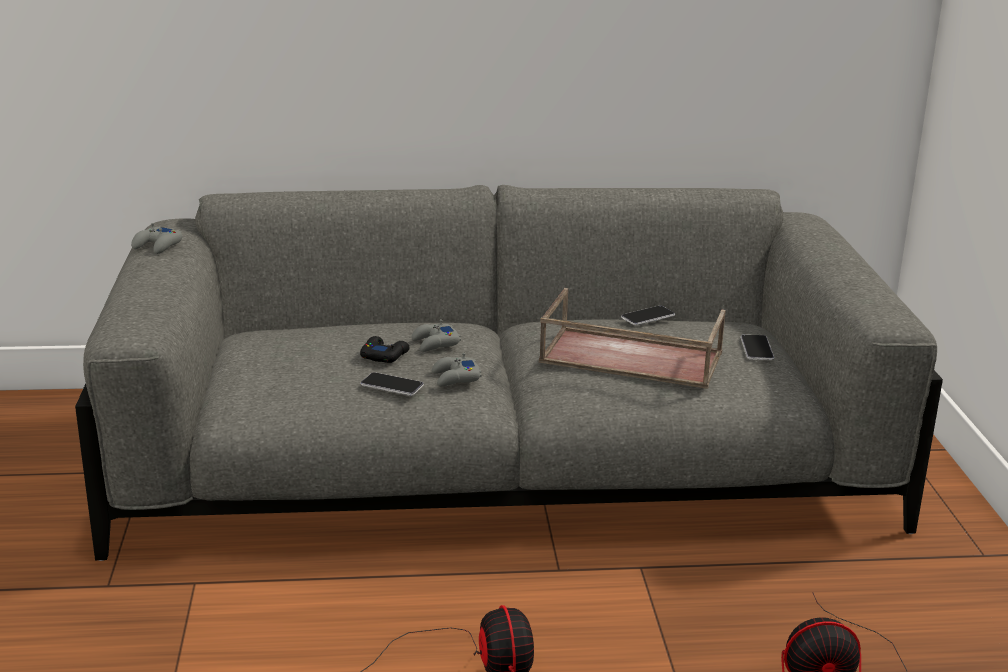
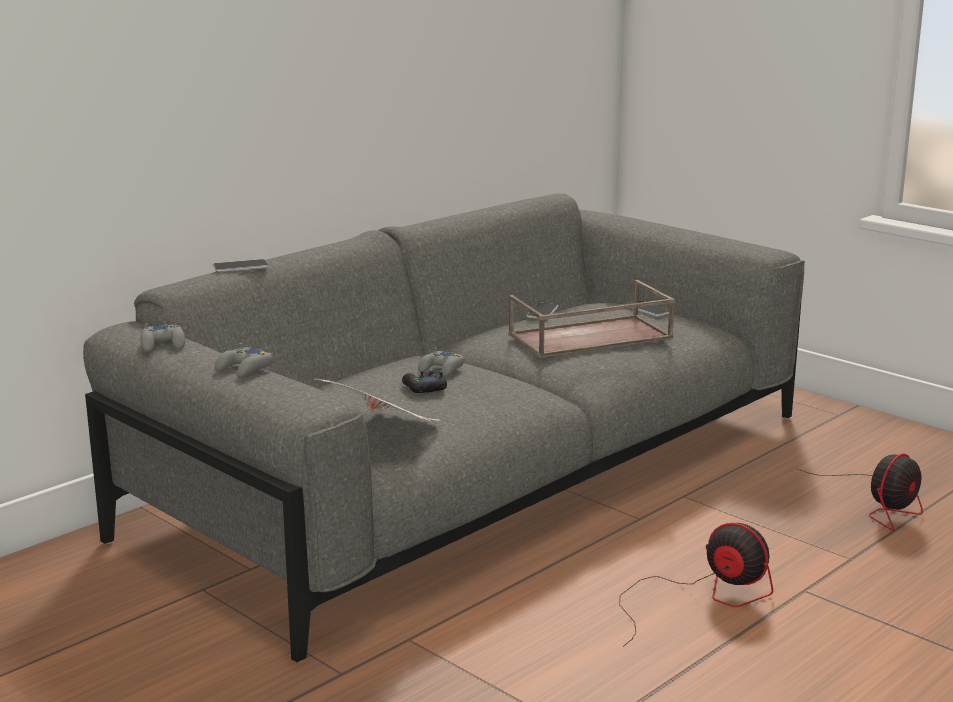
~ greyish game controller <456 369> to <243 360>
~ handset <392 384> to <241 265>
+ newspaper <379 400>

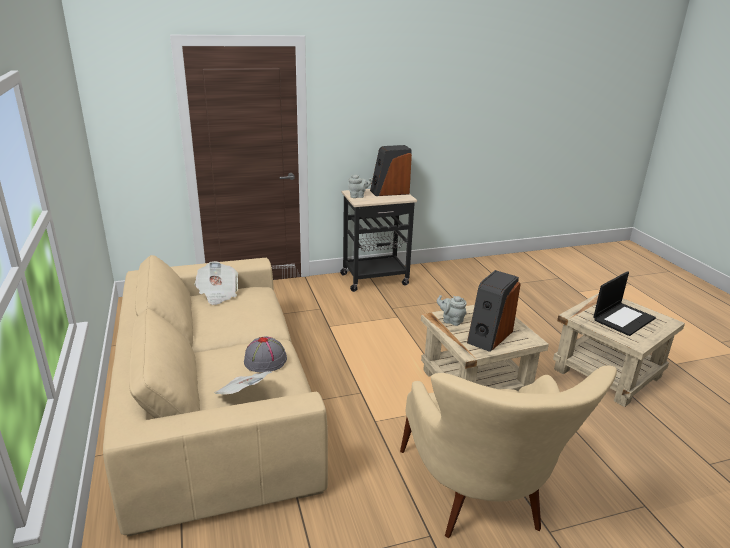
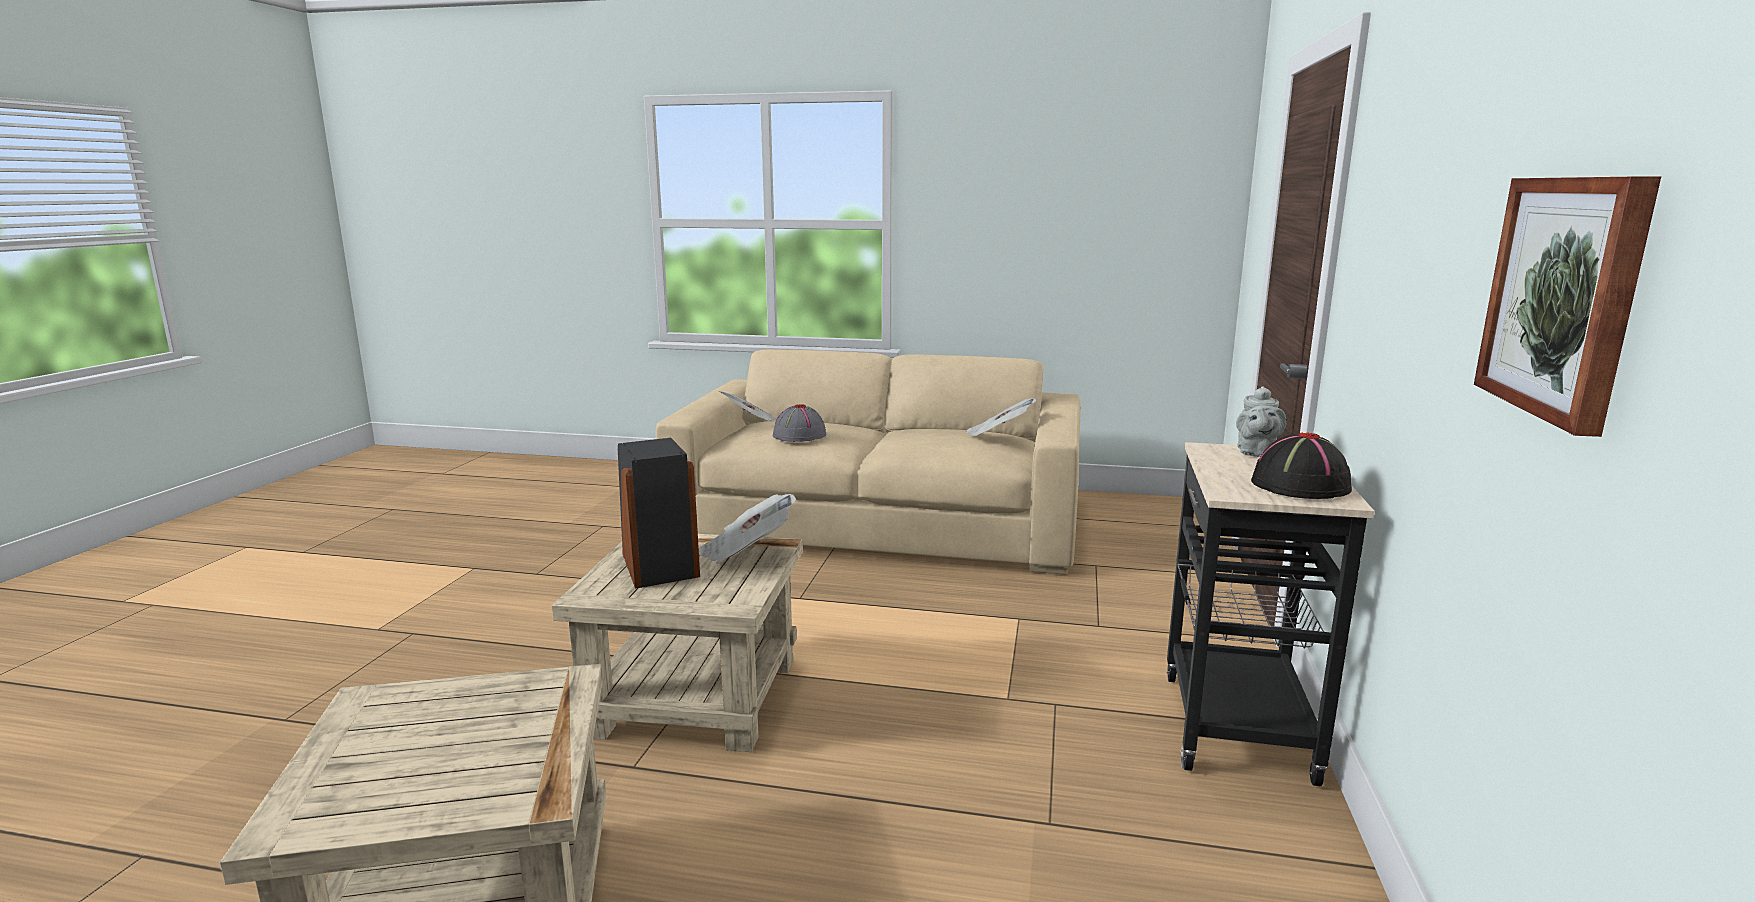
~ loudspeaker <391 170> to black wearable hat <1301 465>
- portable computer <624 303>
~ greyish teapot <452 310> to newspaper <747 529>
- sand-coloured armchair <508 451>
+ wall art <1567 307>

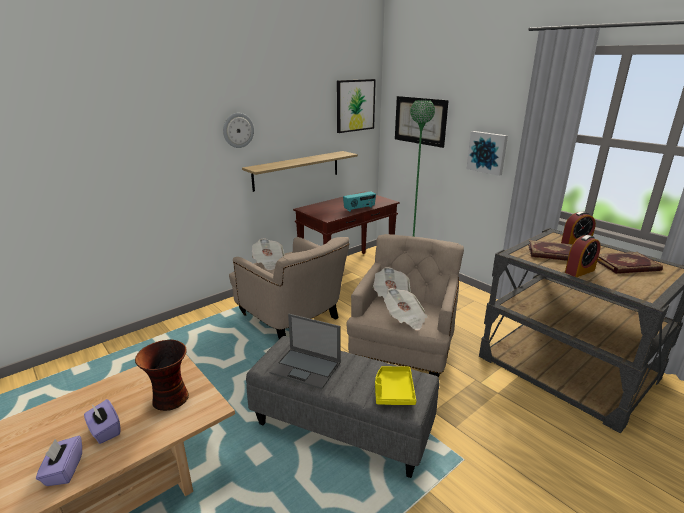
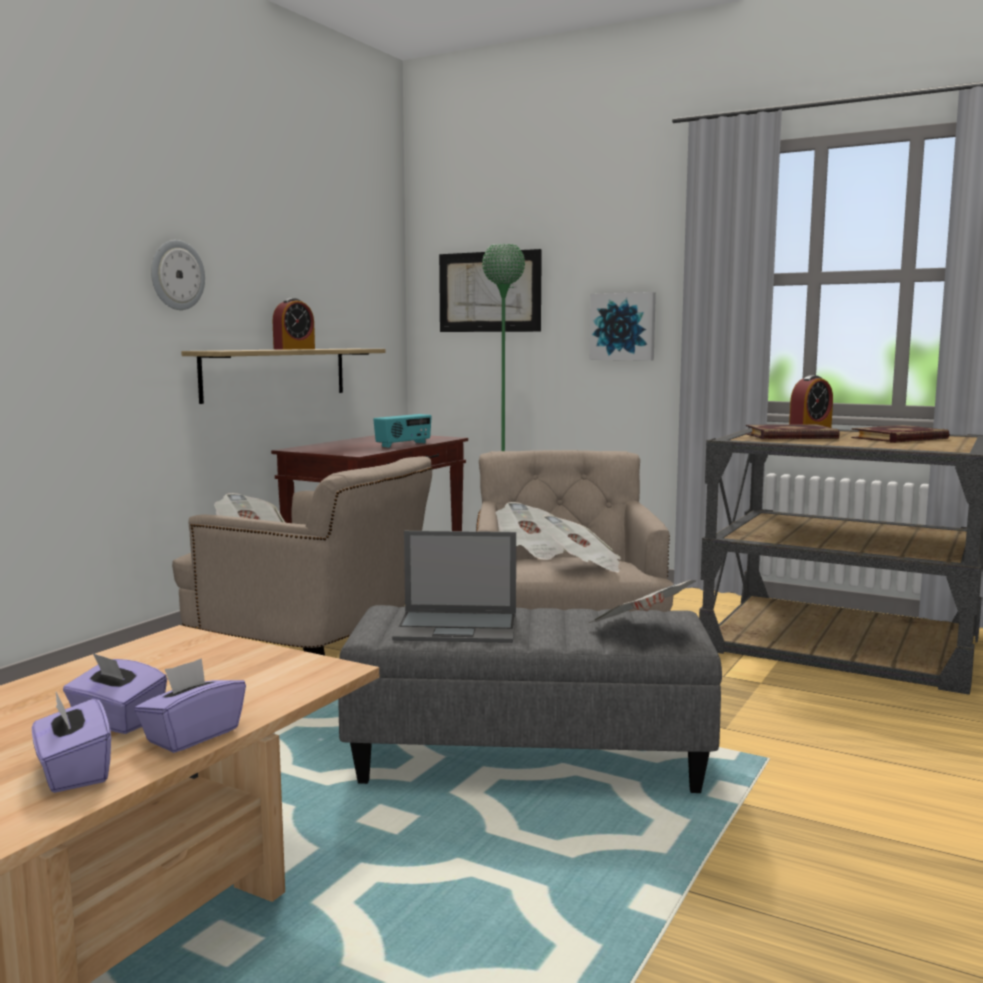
- wall art <356 106>
~ alarm clock <583 256> to <294 323>
- flower vase <162 375>
~ yellow tray <395 385> to newspaper <642 601>
+ purplish tissue holder <190 705>

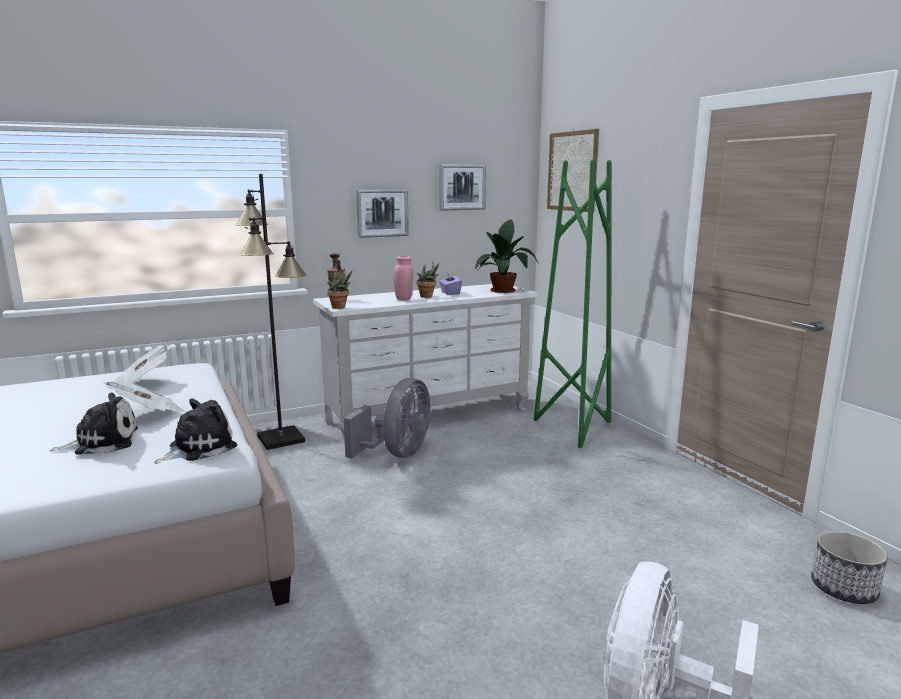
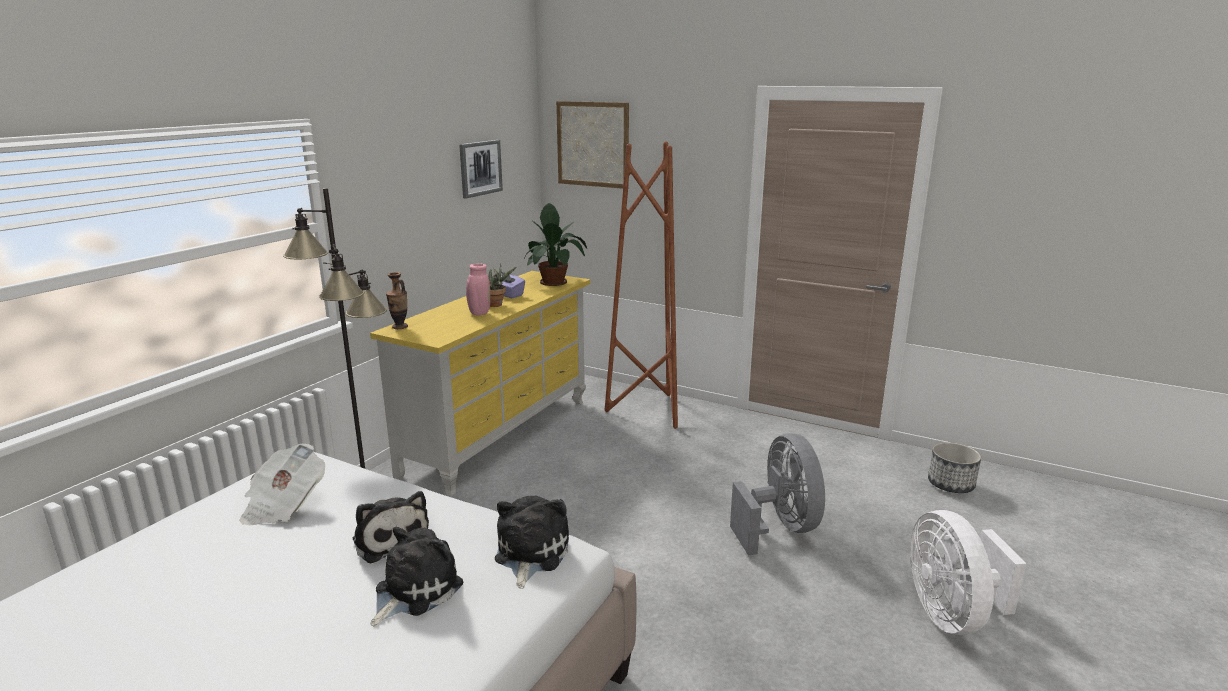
~ greenish clothes rack <573 303> to brown-coloured clothes rack <641 285>
- wall art <382 213>
- houseplant <339 288>
~ white-coloured drawer chest <425 363> to yellow drawer chest <480 383>
~ greyish electric fan <387 418> to <777 494>
~ newspaper <145 396> to cuddly toy <391 527>

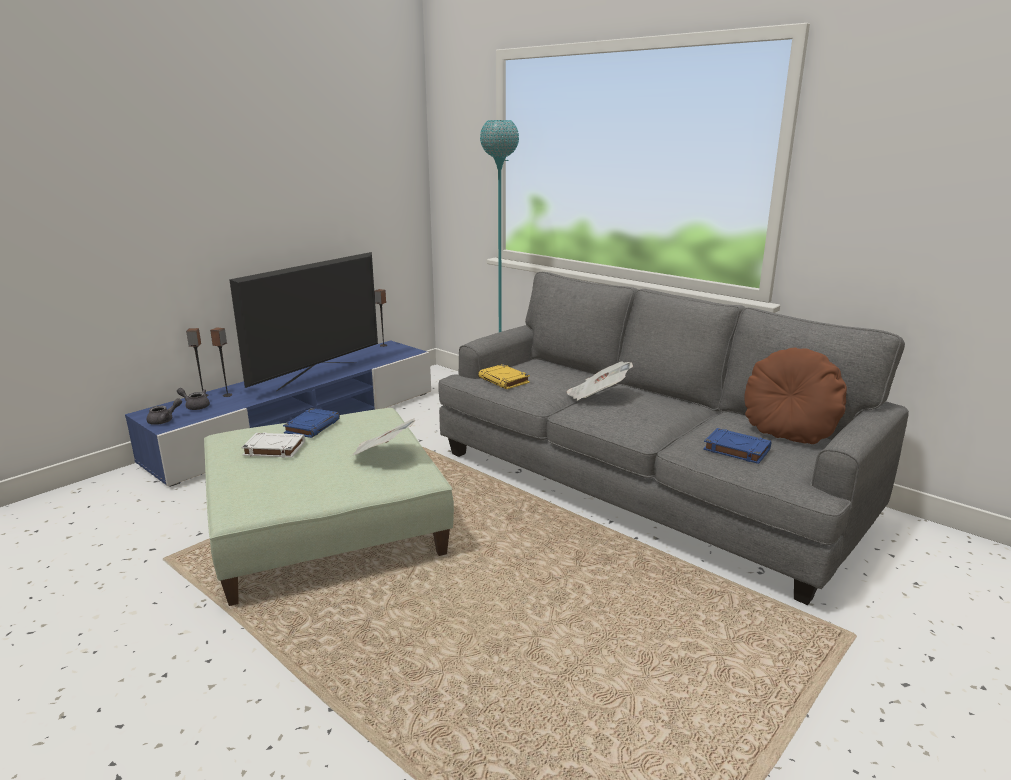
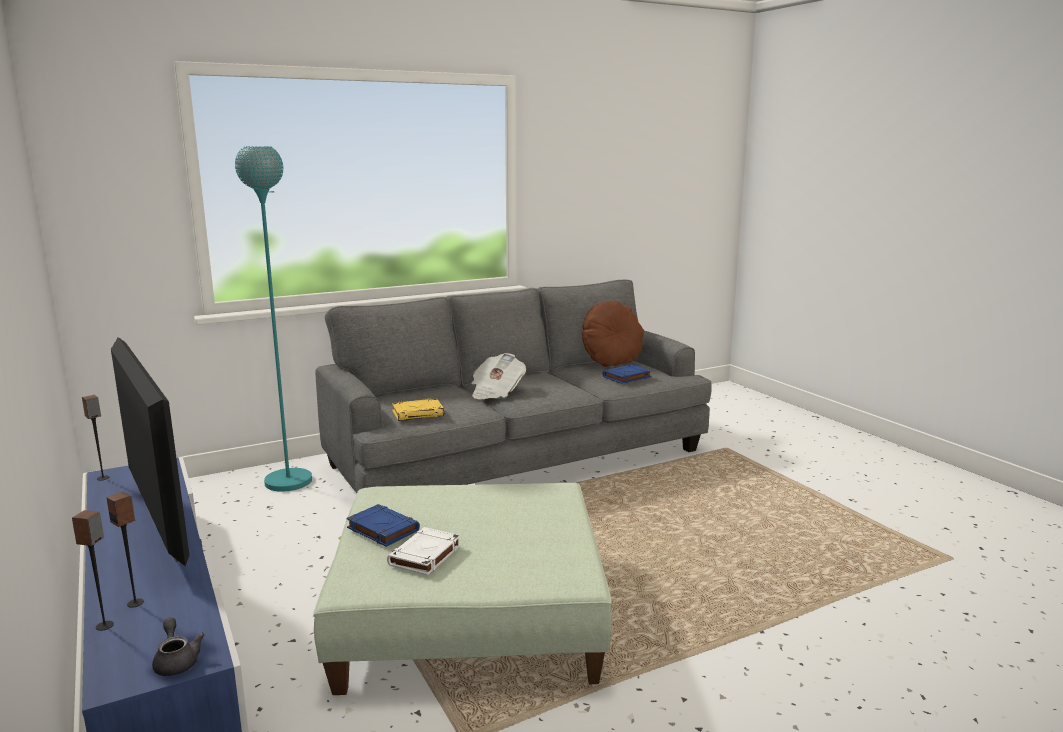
- greyish teapot <193 399>
- newspaper <382 438>

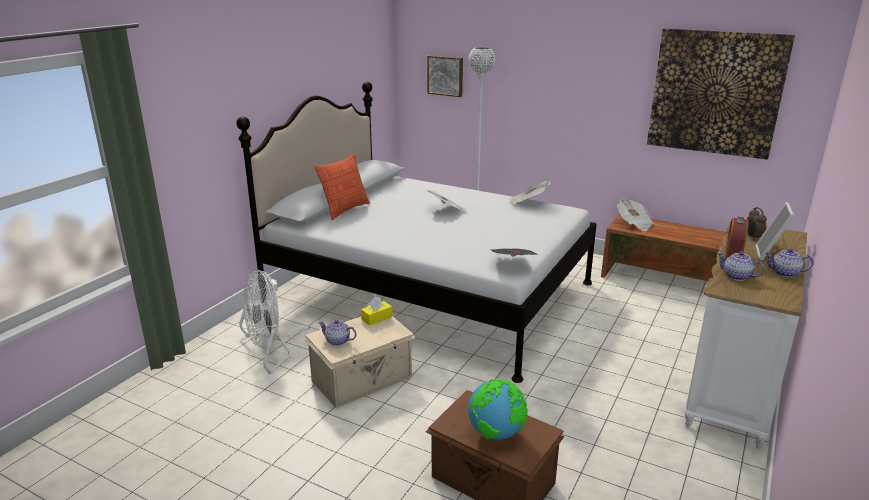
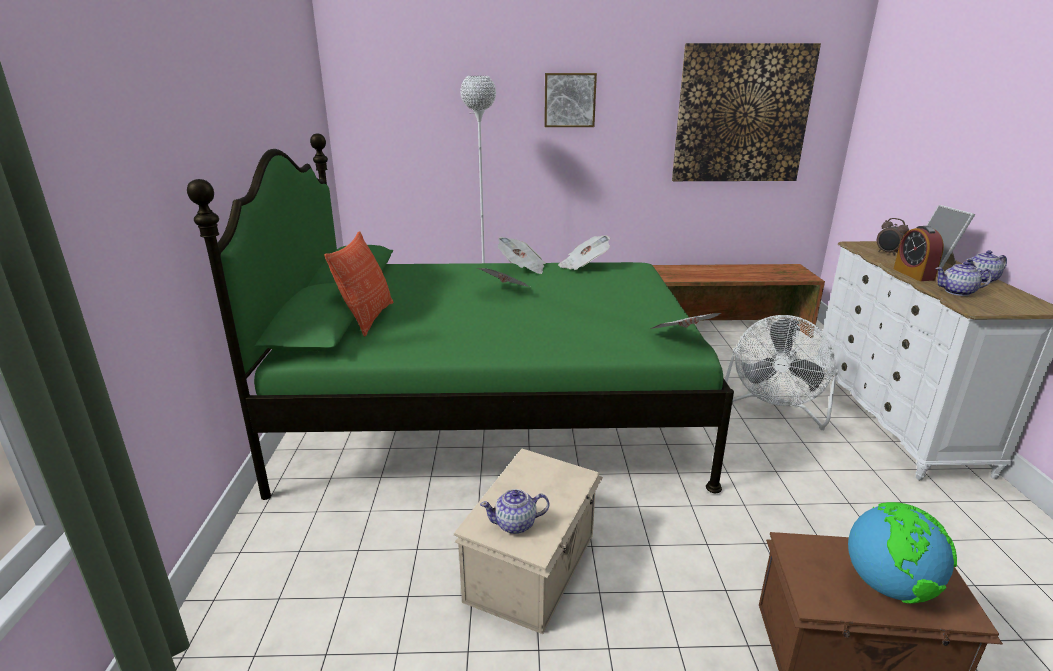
~ wall art <445 76> to <570 100>
~ white-coloured bed <416 232> to greenish bed <460 317>
~ newspaper <635 214> to <522 255>
~ white-coloured electric fan <274 322> to <781 372>
- yellow tissue holder <377 311>

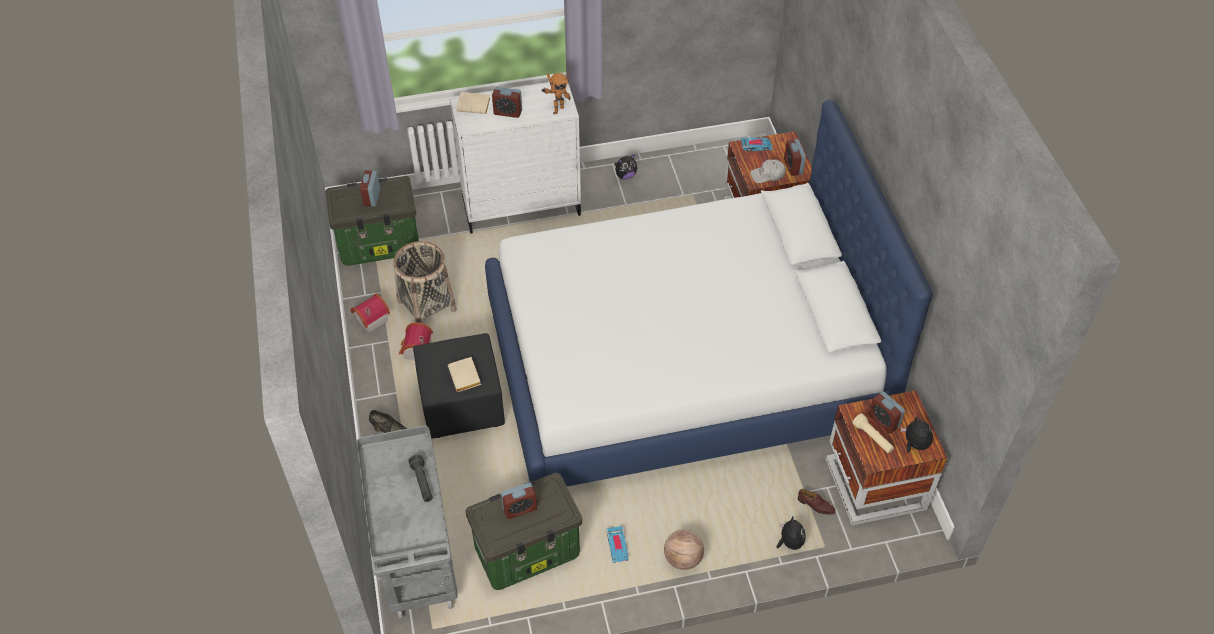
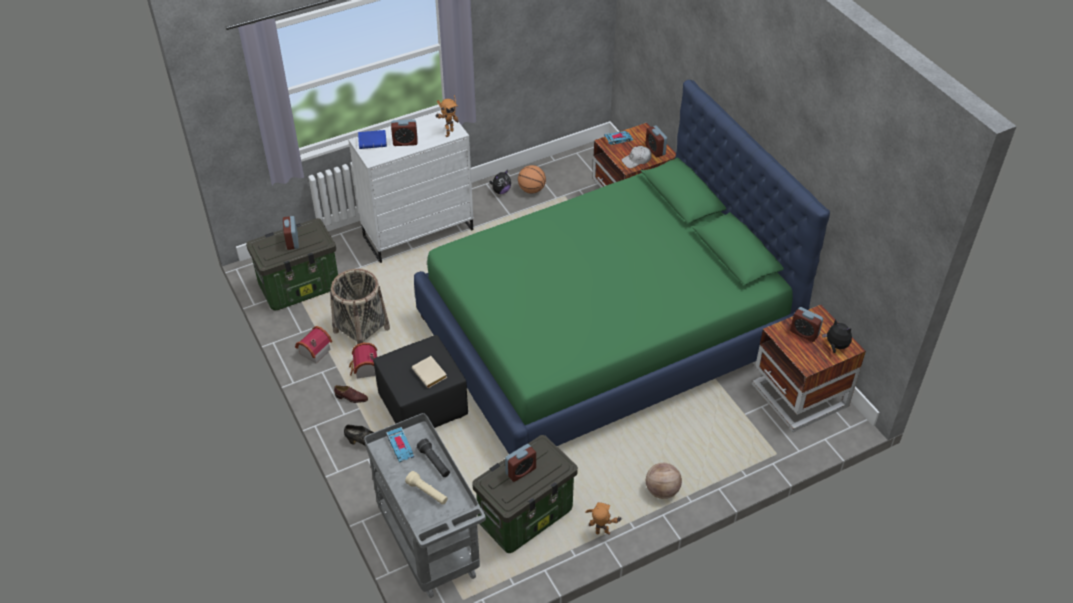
~ sand-coloured volume <473 103> to bluish volume <372 139>
~ white-coloured bed <709 293> to greenish bed <622 267>
~ sand-coloured torch <873 433> to <426 488>
~ brown-coloured low shoe <816 502> to <351 394>
- cuddly toy <790 532>
~ model car <618 544> to <400 445>
+ basketball ball <532 179>
+ robot figure <603 518>

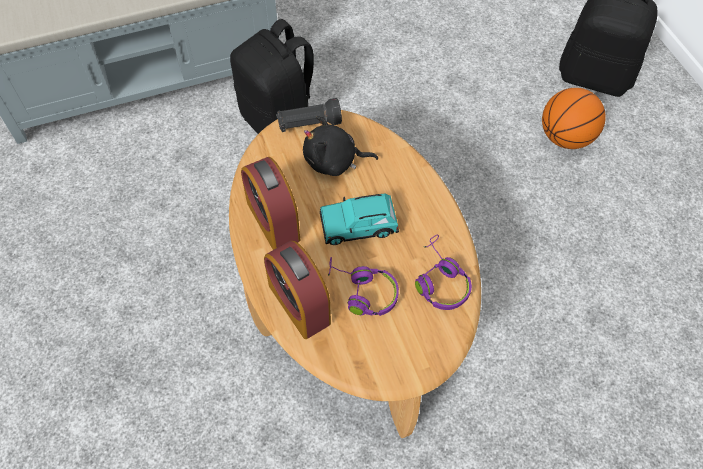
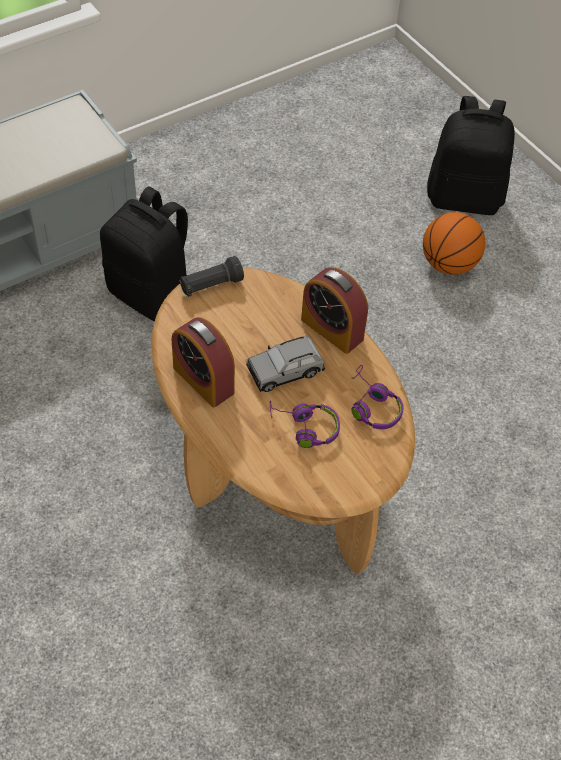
- black cuddly toy <340 146>
~ turquoise-coloured model car <359 219> to greyish model car <285 364>
~ alarm clock <297 290> to <334 310>

